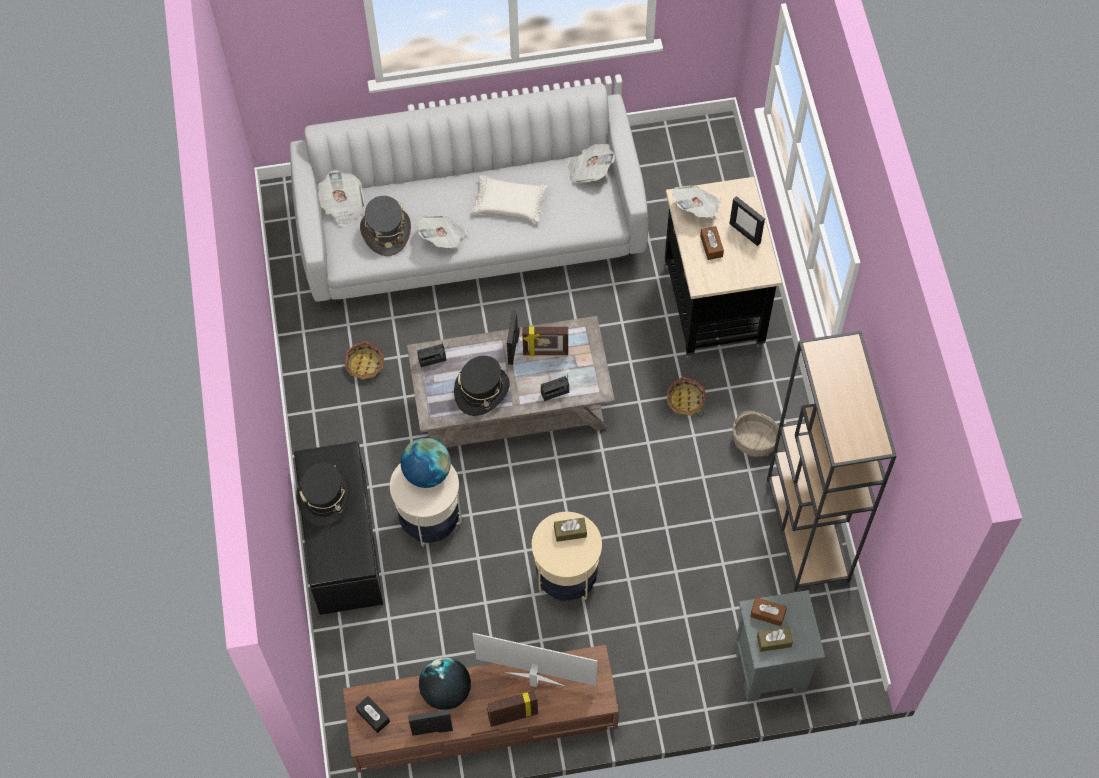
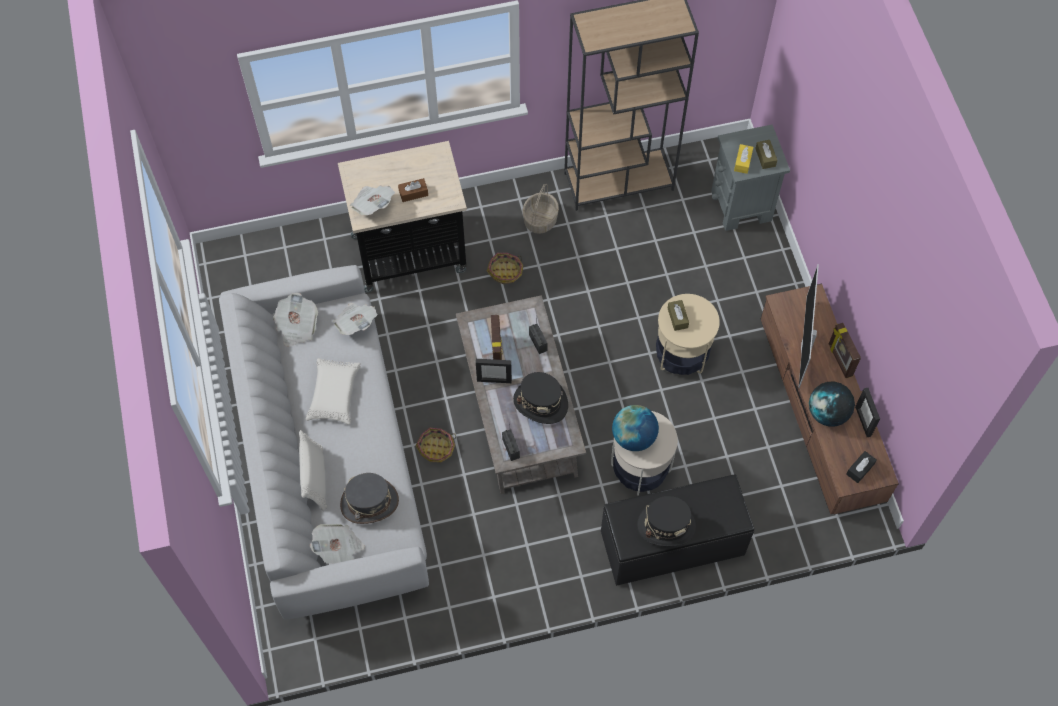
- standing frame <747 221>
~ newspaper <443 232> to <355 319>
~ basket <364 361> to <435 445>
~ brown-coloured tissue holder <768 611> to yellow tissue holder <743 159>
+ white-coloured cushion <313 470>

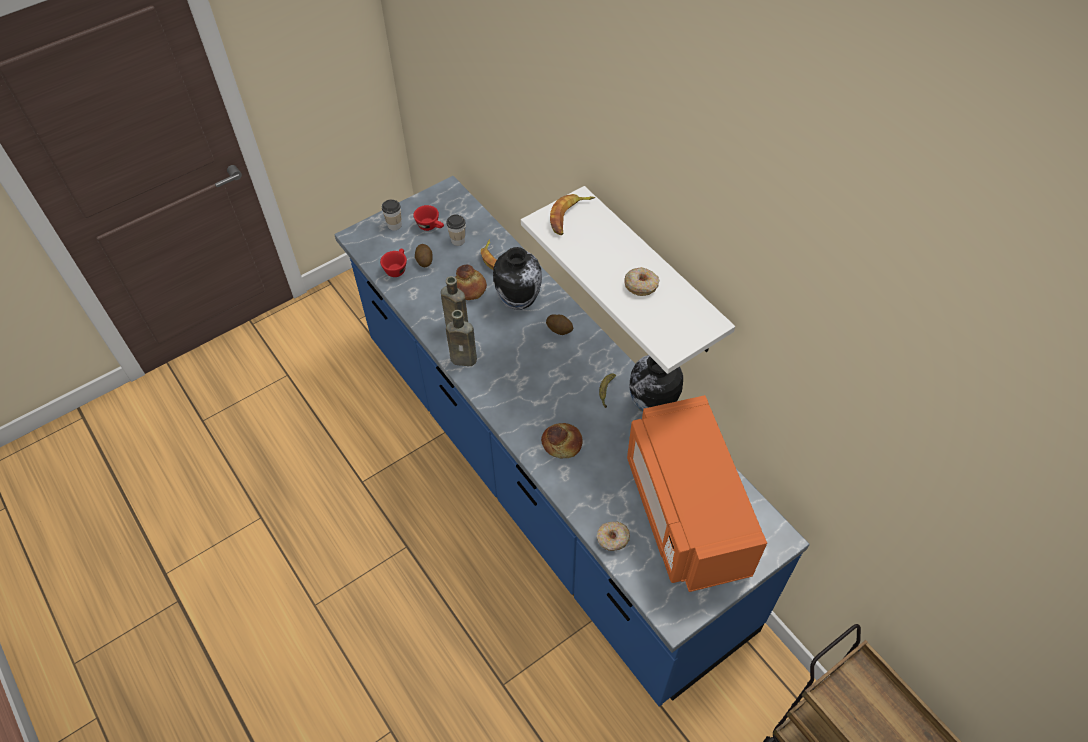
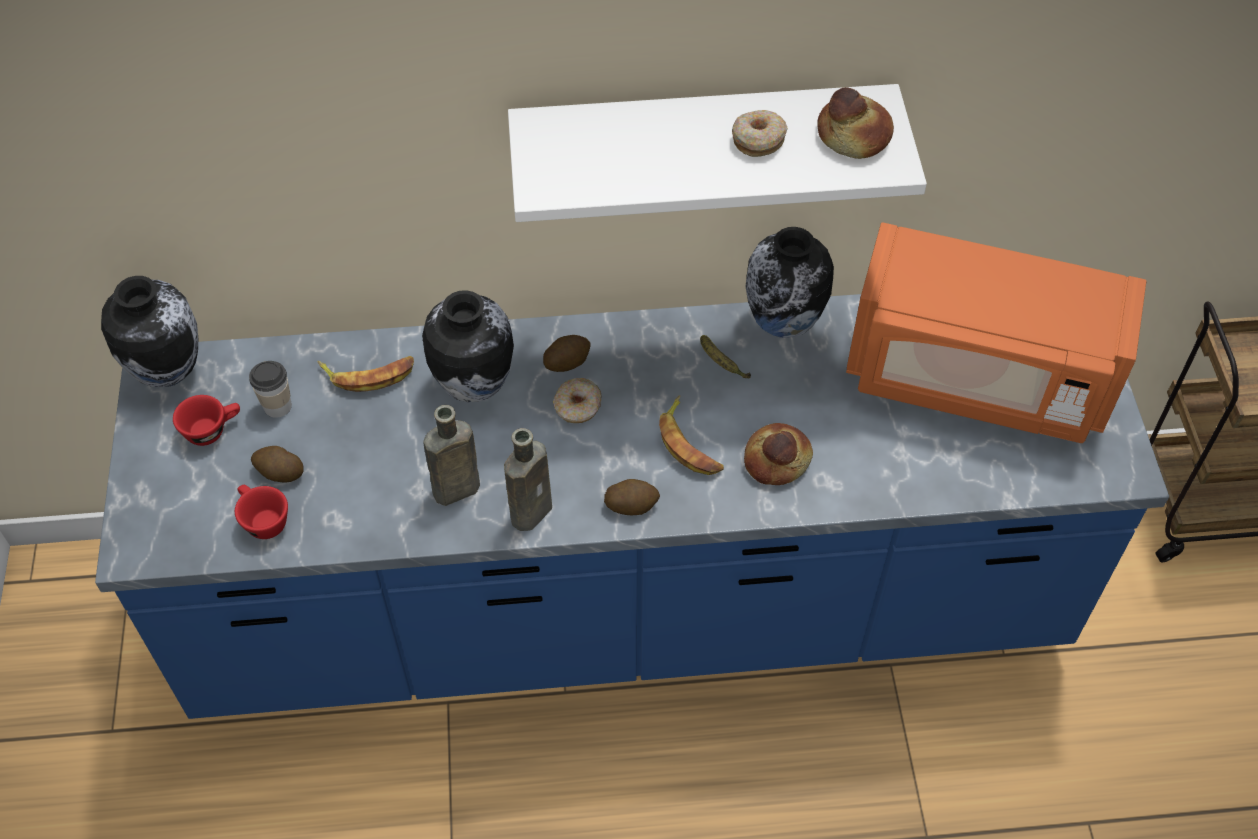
~ whole banana <572 214> to <691 435>
- cup <392 214>
~ bread <471 282> to <855 123>
~ donut <613 536> to <577 400>
+ flower vase <149 331>
+ potato <632 497>

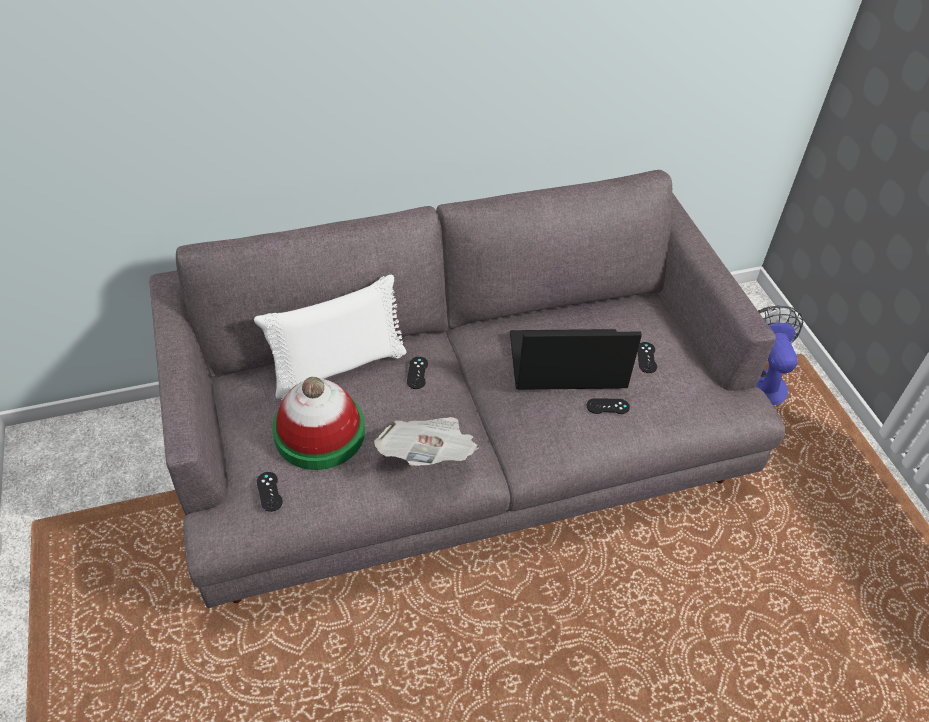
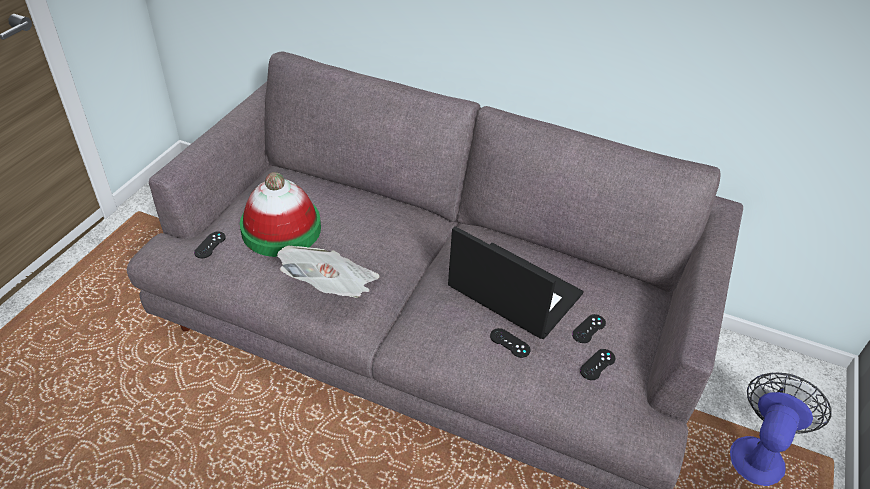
- white-coloured cushion <330 337>
~ black game controller <417 373> to <597 364>

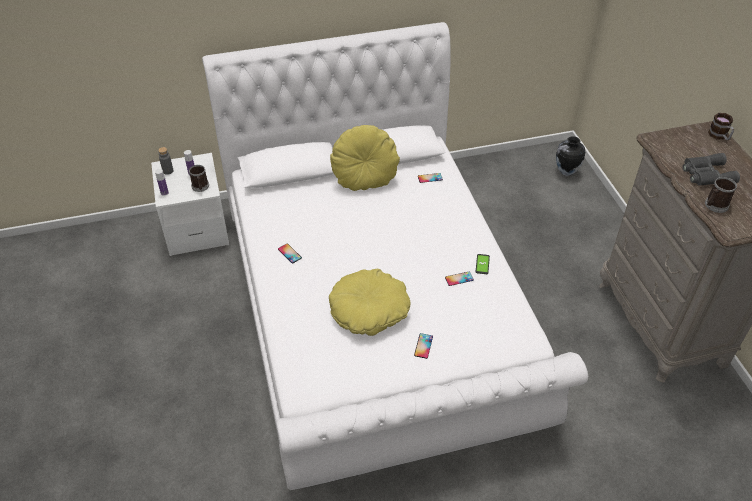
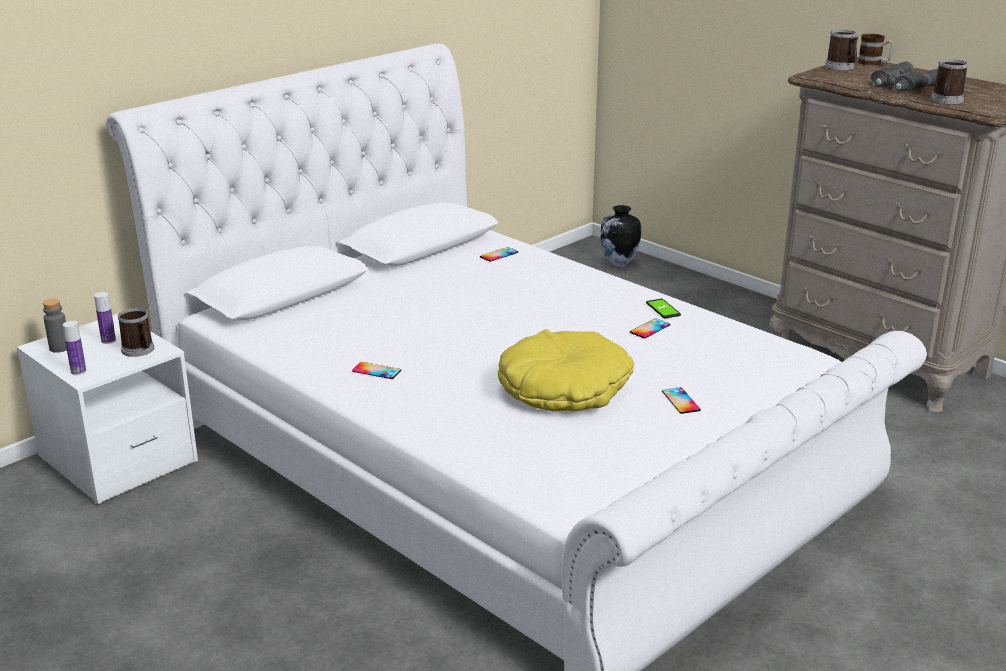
- yellow cushion <365 158>
+ coffee mug <841 49>

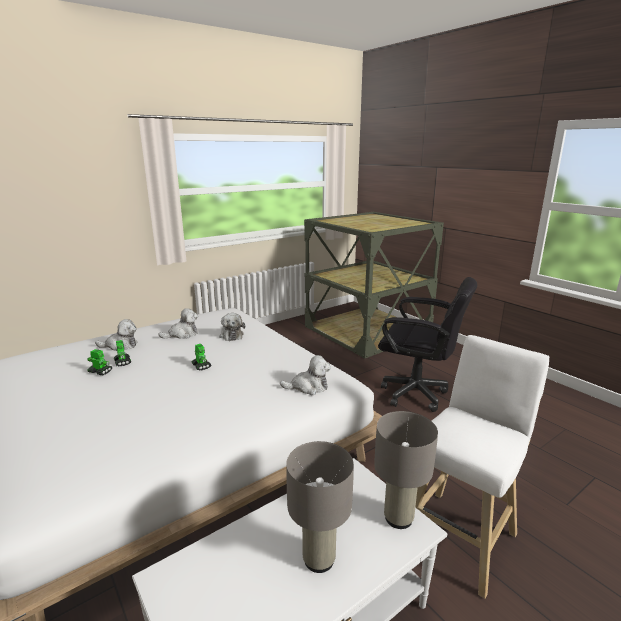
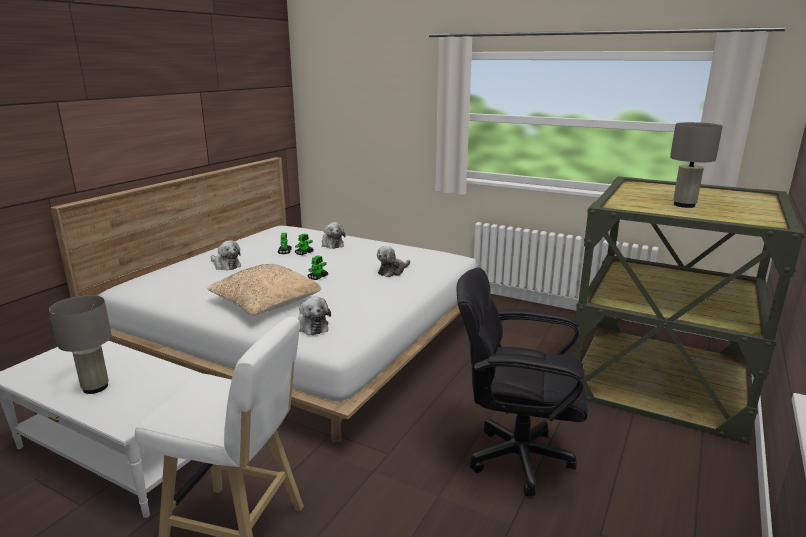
~ black computer chair <427 344> = <522 381> 105 degrees clockwise
~ cuddly toy <178 323> to <226 255>
~ greyish tabletop lamp <406 470> to <696 165>
+ sand-coloured cushion <264 290>

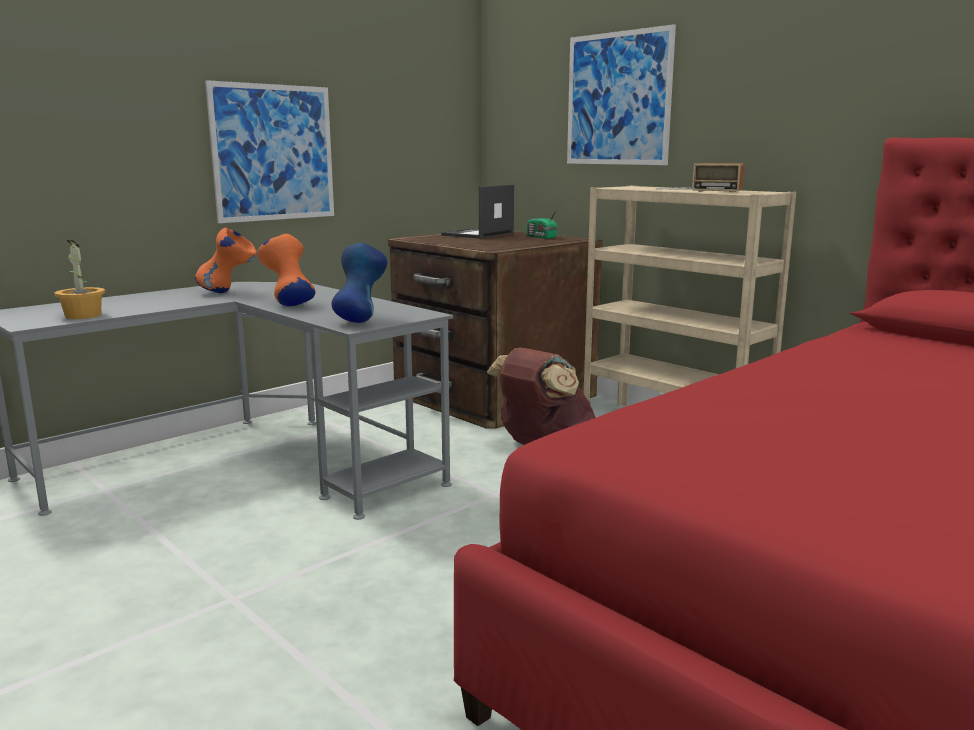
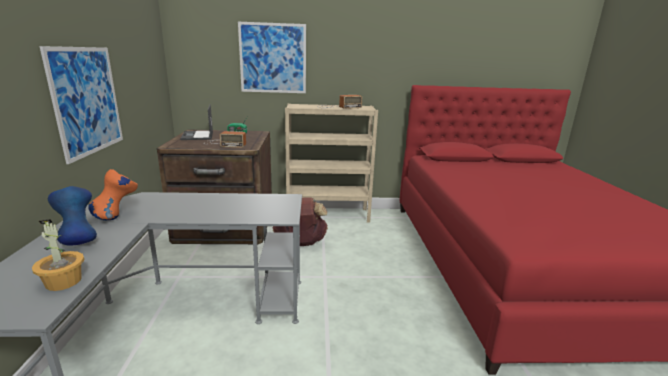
- orange flower vase <286 270>
~ bluish flower vase <359 283> to <72 215>
+ radio set <225 139>

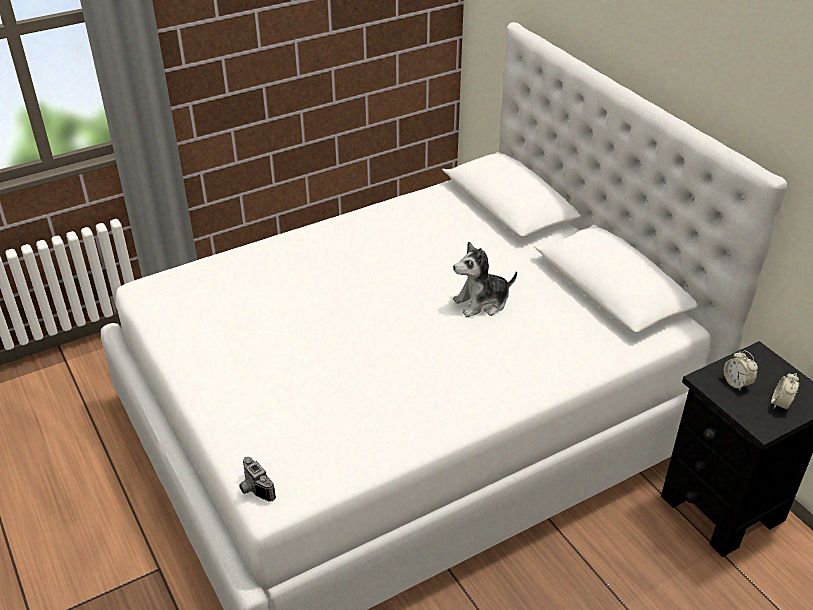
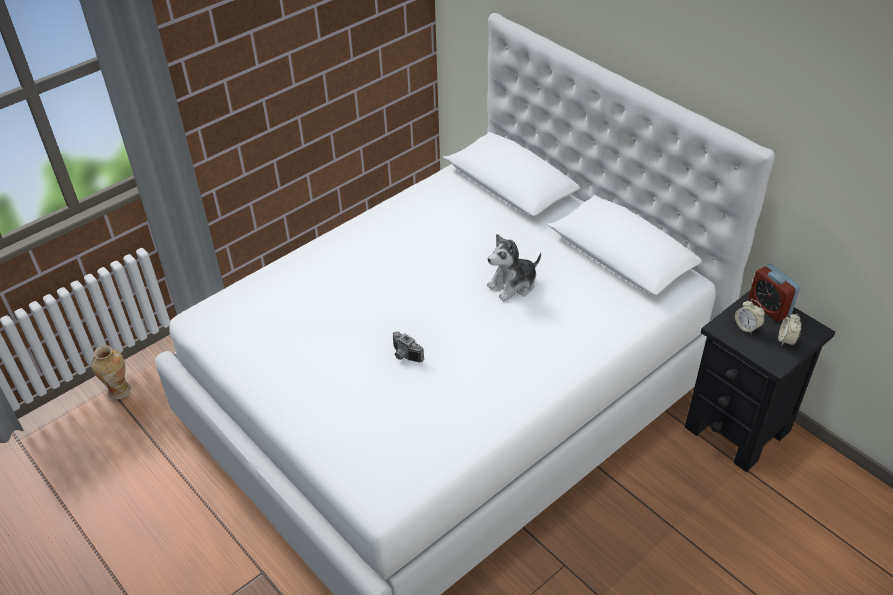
~ still camera <257 479> to <408 347>
+ alarm clock <774 293>
+ flower vase <111 372>

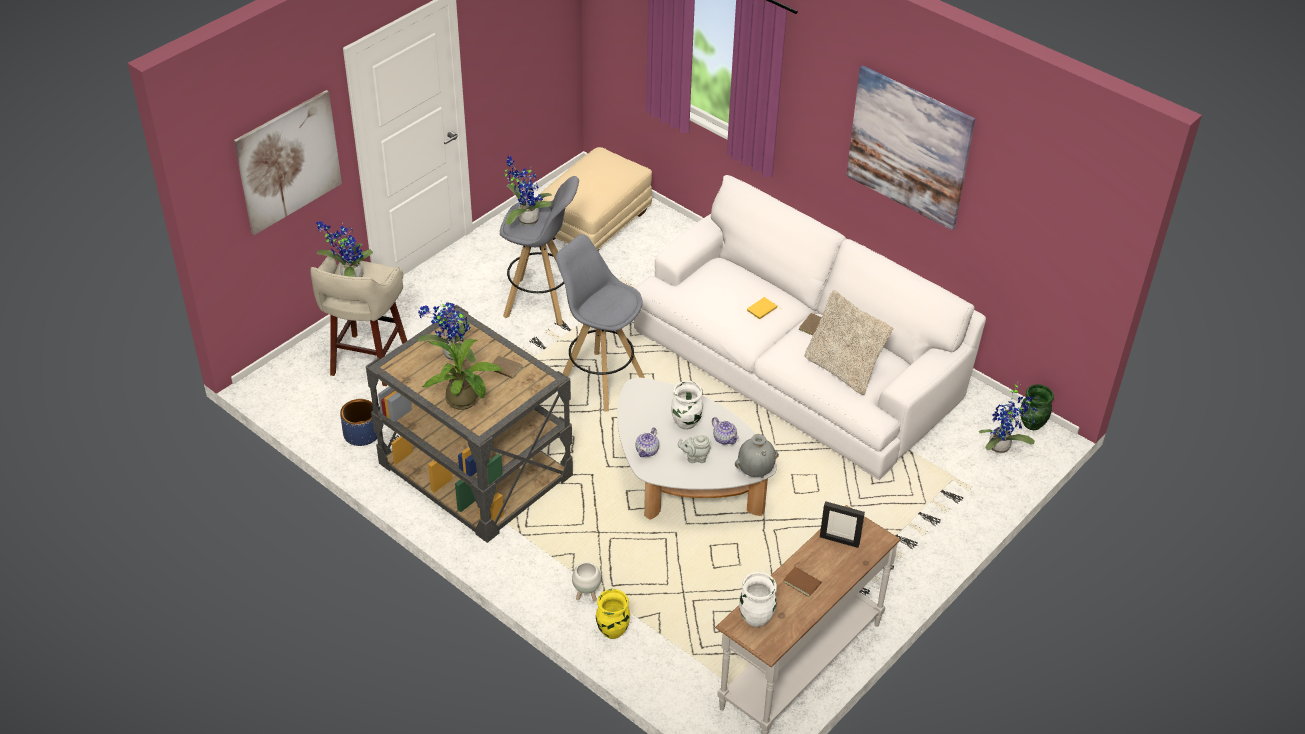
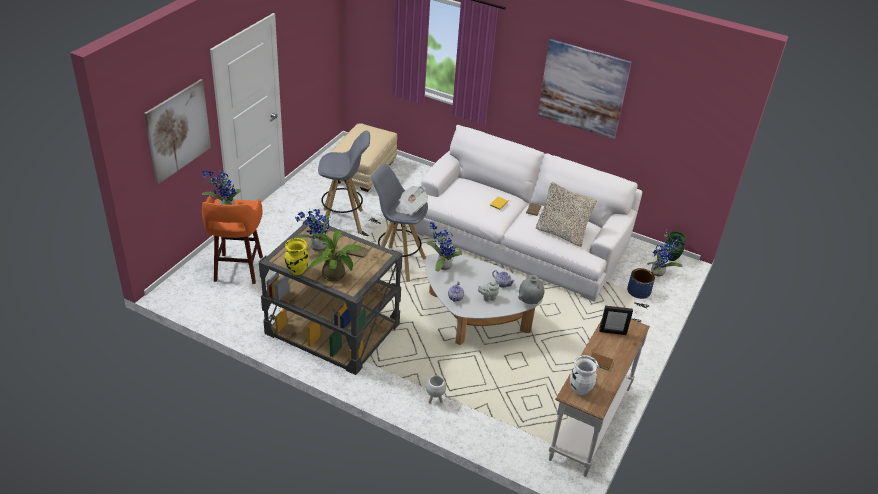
~ houseplant <528 190> to <444 246>
~ sand-coloured sitting stool <358 321> to orange sitting stool <232 240>
- white-coloured flower vase <687 405>
~ bluish plant pot <358 422> to <641 283>
~ yellow flower vase <613 614> to <297 256>
+ newspaper <411 200>

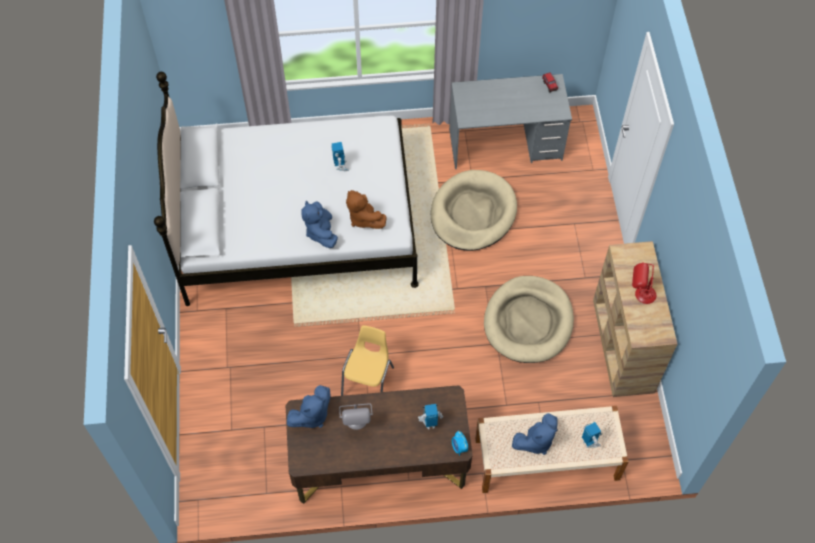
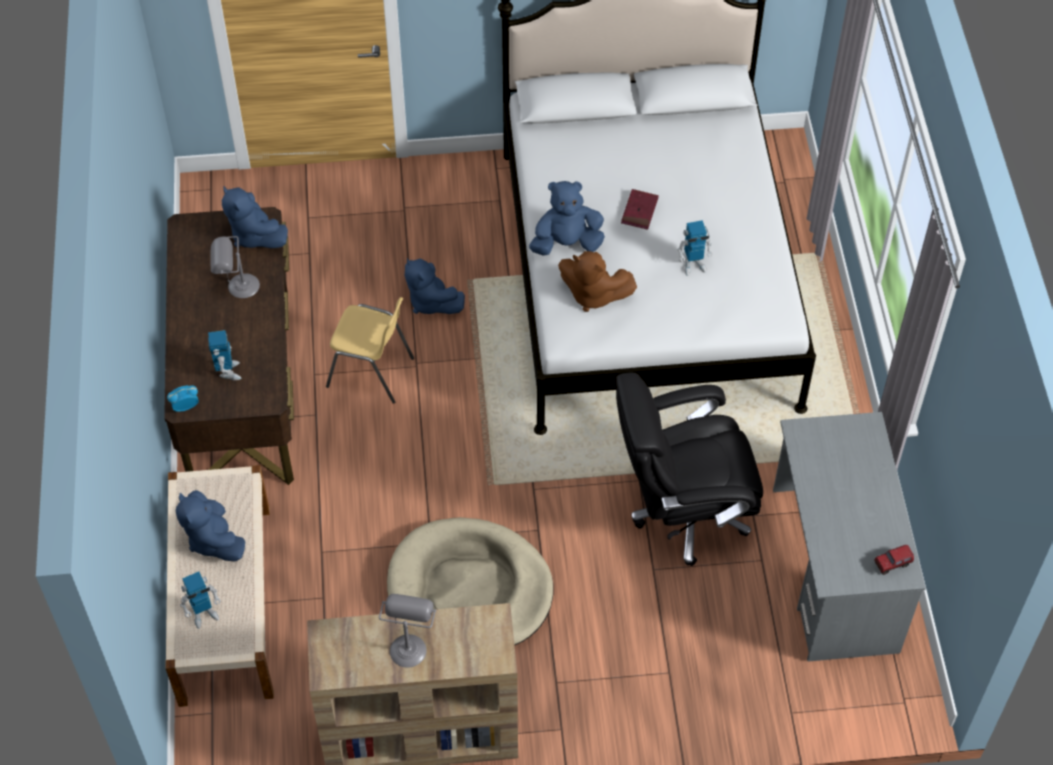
~ sand-coloured dog bed <474 210> to black computer chair <689 469>
~ brown-coloured cuddly toy <366 209> = <597 281> 120 degrees counterclockwise
~ red tabletop lamp <644 283> to greyish tabletop lamp <407 631>
+ red volume <640 209>
+ bluish cuddly toy <435 286>

